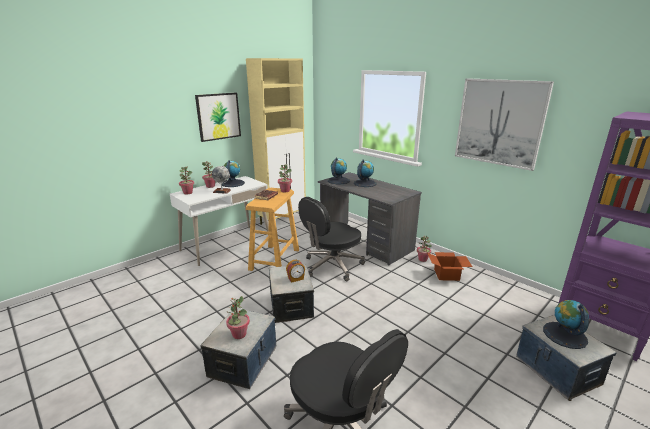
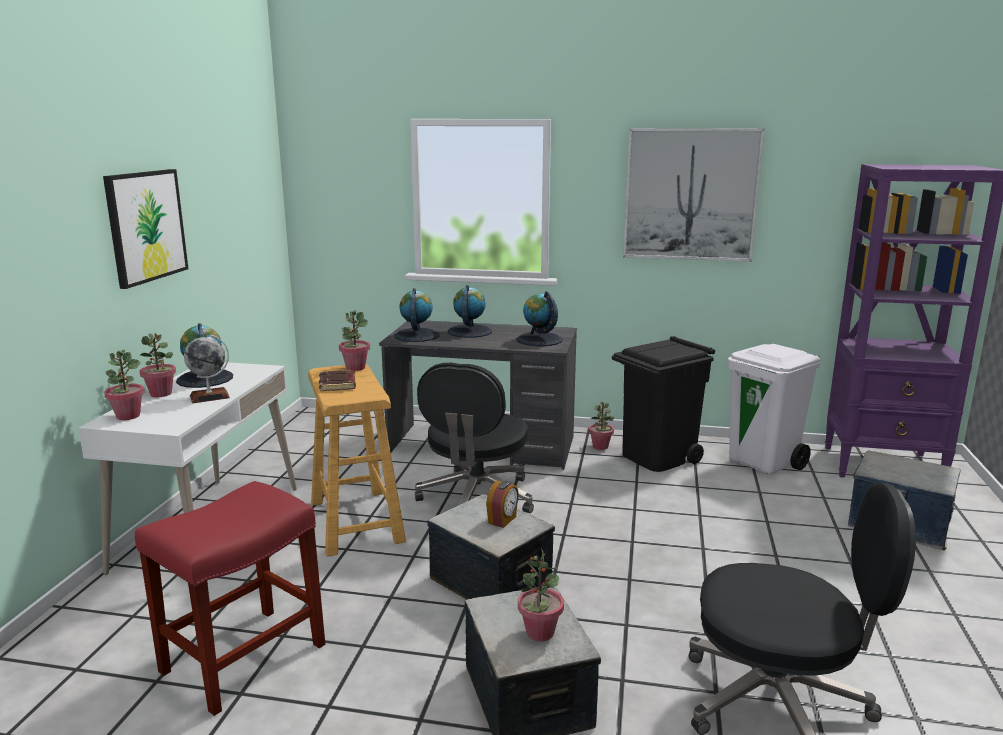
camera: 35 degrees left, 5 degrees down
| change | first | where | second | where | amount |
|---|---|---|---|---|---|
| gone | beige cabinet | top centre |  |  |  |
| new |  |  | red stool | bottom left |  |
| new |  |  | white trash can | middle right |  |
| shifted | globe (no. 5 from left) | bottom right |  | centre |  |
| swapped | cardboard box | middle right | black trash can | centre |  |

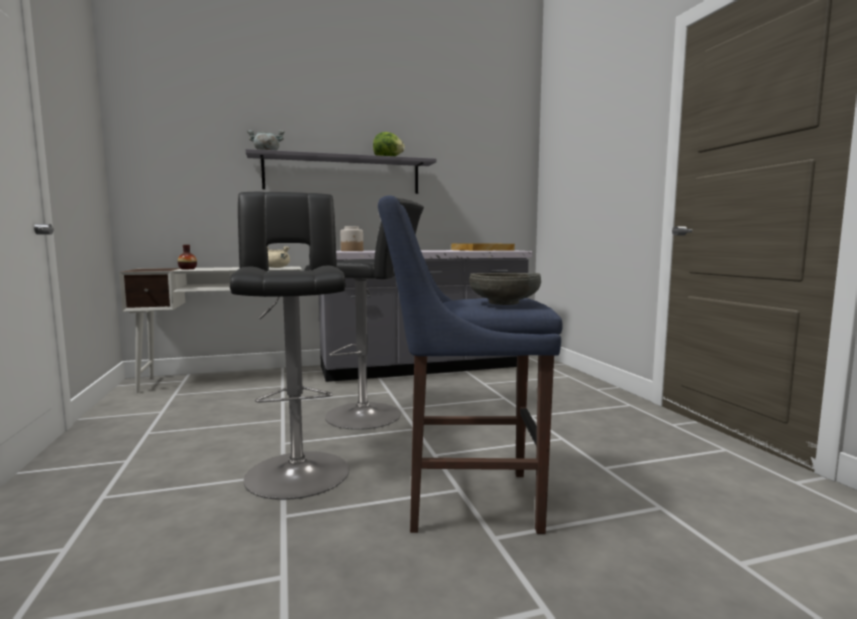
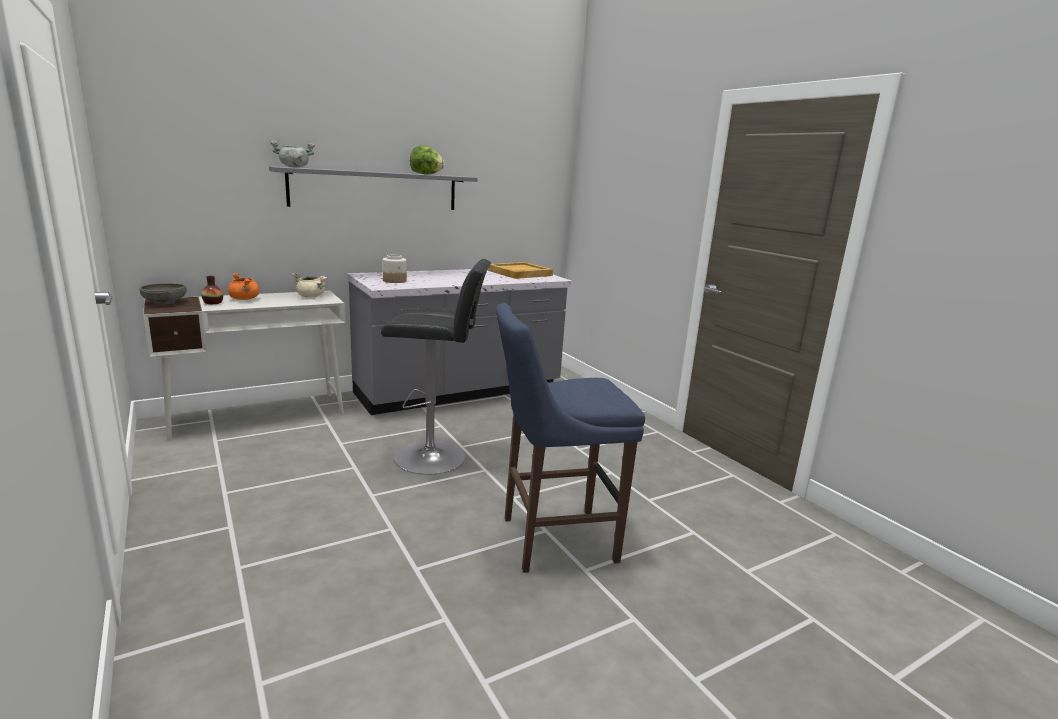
camera: 15 degrees left, 10 degrees up
| change | first | where | second | where | amount |
|---|---|---|---|---|---|
| gone | black stool (no. 1 from left) | centre |  |  |  |
| new |  |  | orange cooking pot | middle left |  |
| shifted | grey bowl | centre |  | middle left |  |

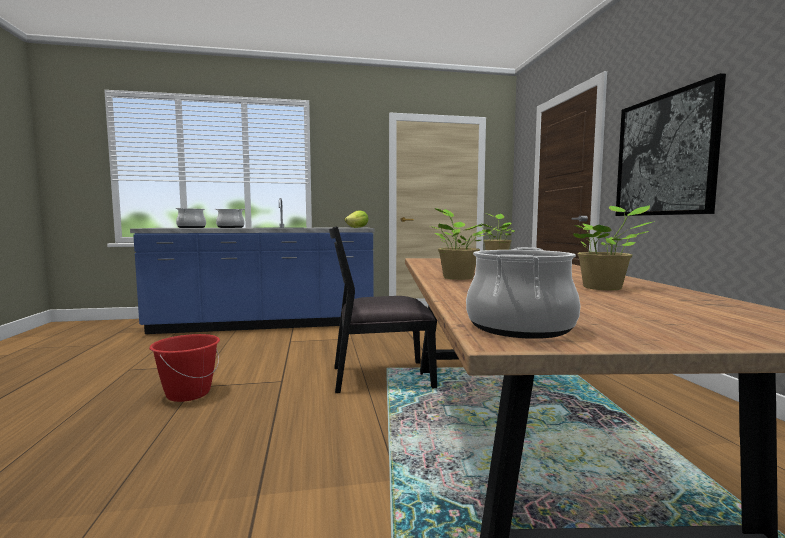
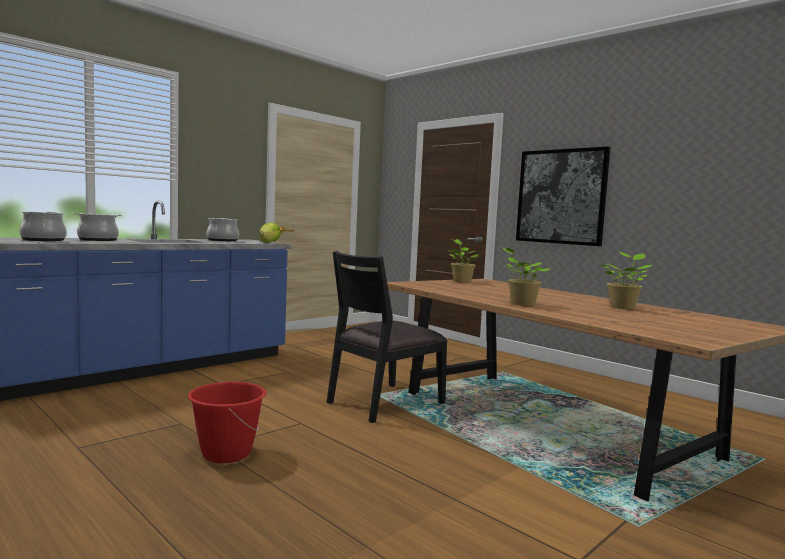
camera: 35 degrees left, 0 degrees up
| change | first | where | second | where | amount |
|---|---|---|---|---|---|
| shifted | cooking pot (no. 3 from left) | centre |  | middle left |  |

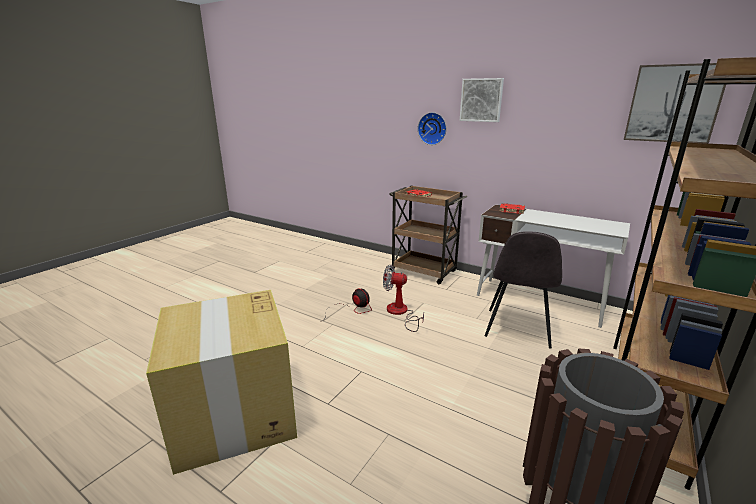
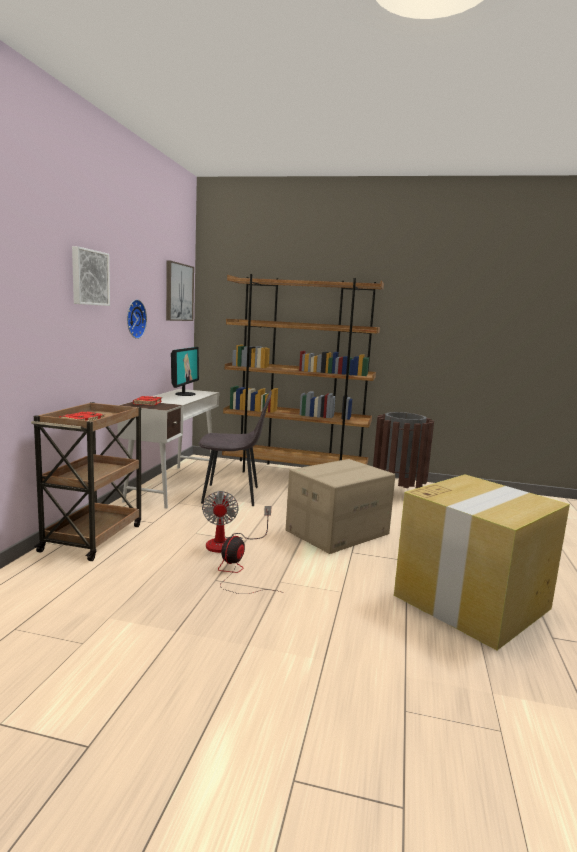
camera: 110 degrees left, 10 degrees down
| change | first | where | second | where | amount |
|---|---|---|---|---|---|
| new |  |  | monitor | middle left |  |
| new |  |  | cardboard box (no. 1 from left) | centre |  |
| shifted | wall clock | top centre |  | middle left |  |

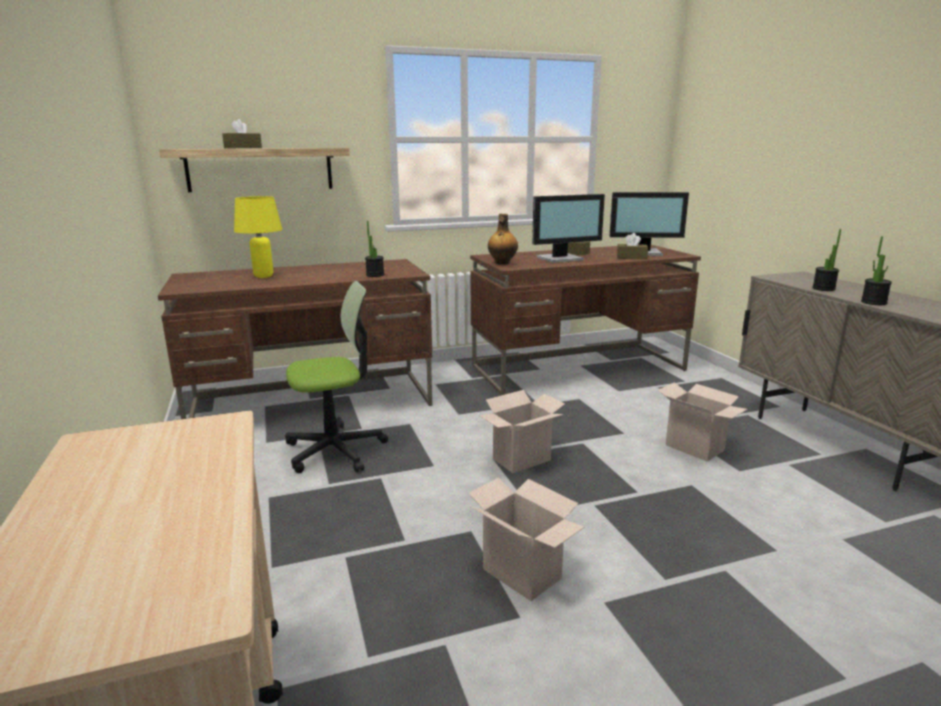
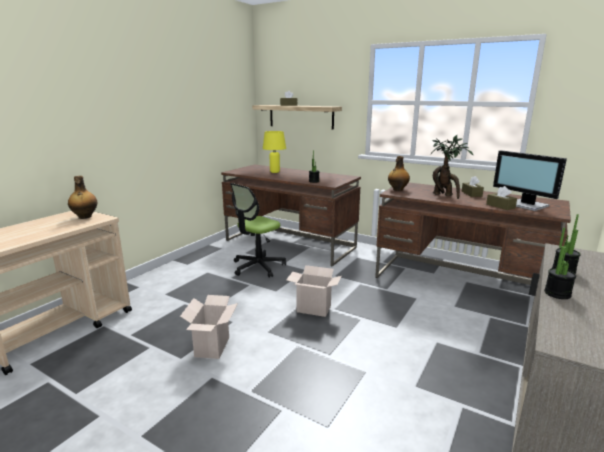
camera: 50 degrees right, 0 degrees up
| change | first | where | second | where | amount |
|---|---|---|---|---|---|
| gone | cardboard box (no. 3 from left) | middle right |  |  |  |
| new |  |  | bottle (no. 1 from left) | middle left |  |
| swapped | monitor (no. 1 from left) | top centre | potted plant (no. 2 from left) | middle right |  |
| rotated | office chair | centre |  | centre | 105 degrees clockwise |

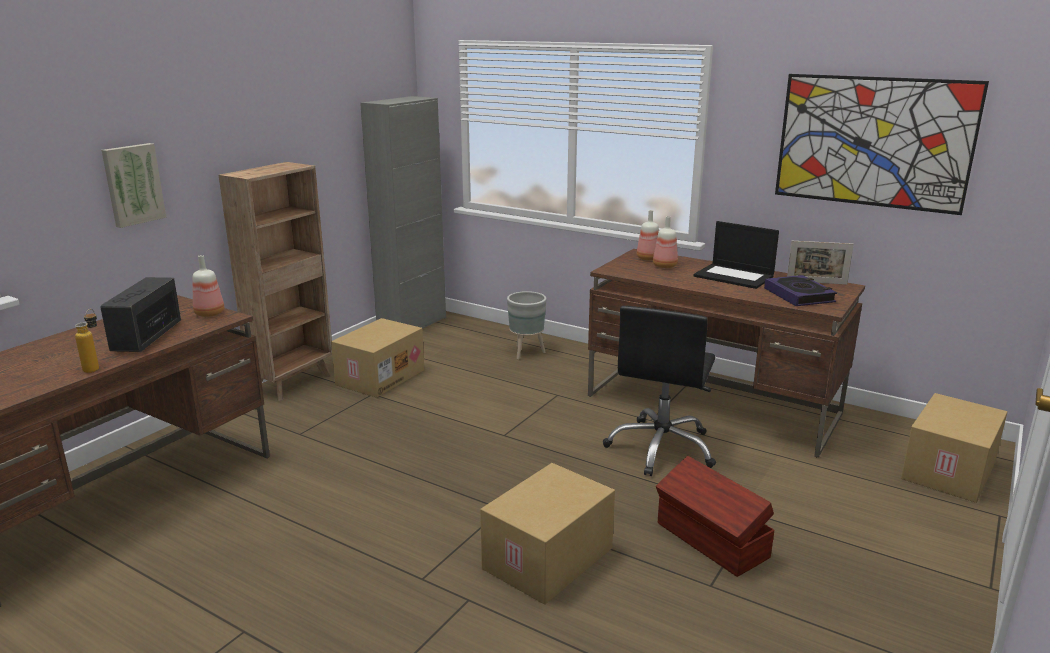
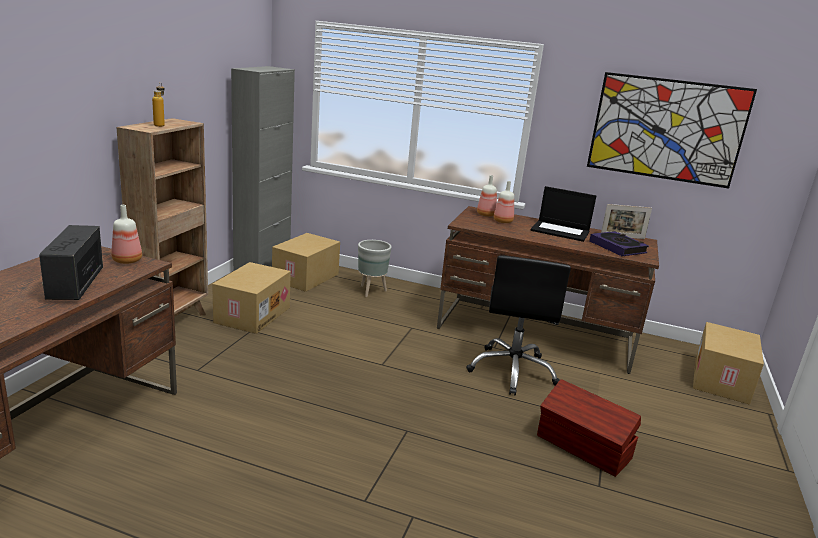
camera: 15 degrees left, 0 degrees up
| change | first | where | second | where | amount |
|---|---|---|---|---|---|
| gone | picture (no. 1 from left) | top left |  |  |  |
| shifted | bottle (no. 1 from left in the first image) | middle left | bottle (no. 2 from left) | top left |  |
| shifted | cardboard box (no. 2 from left) | bottom centre |  | centre |  |

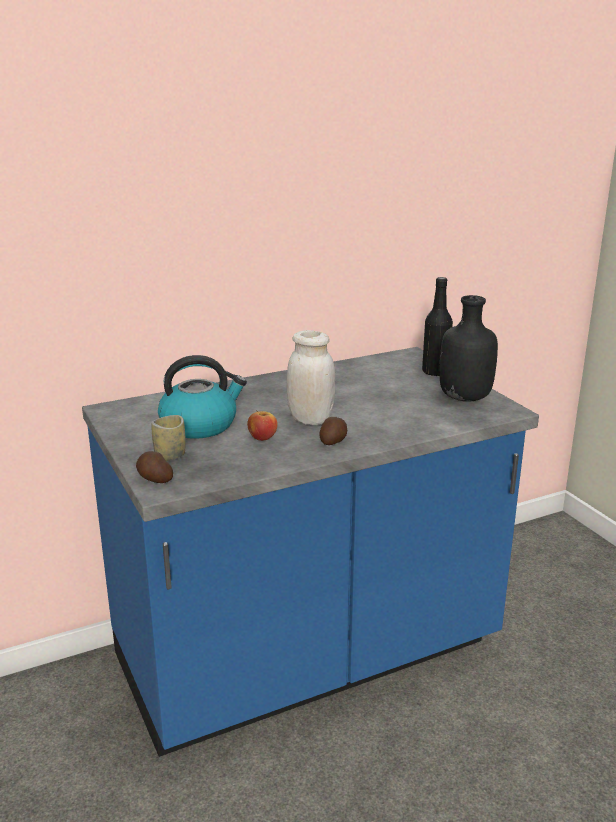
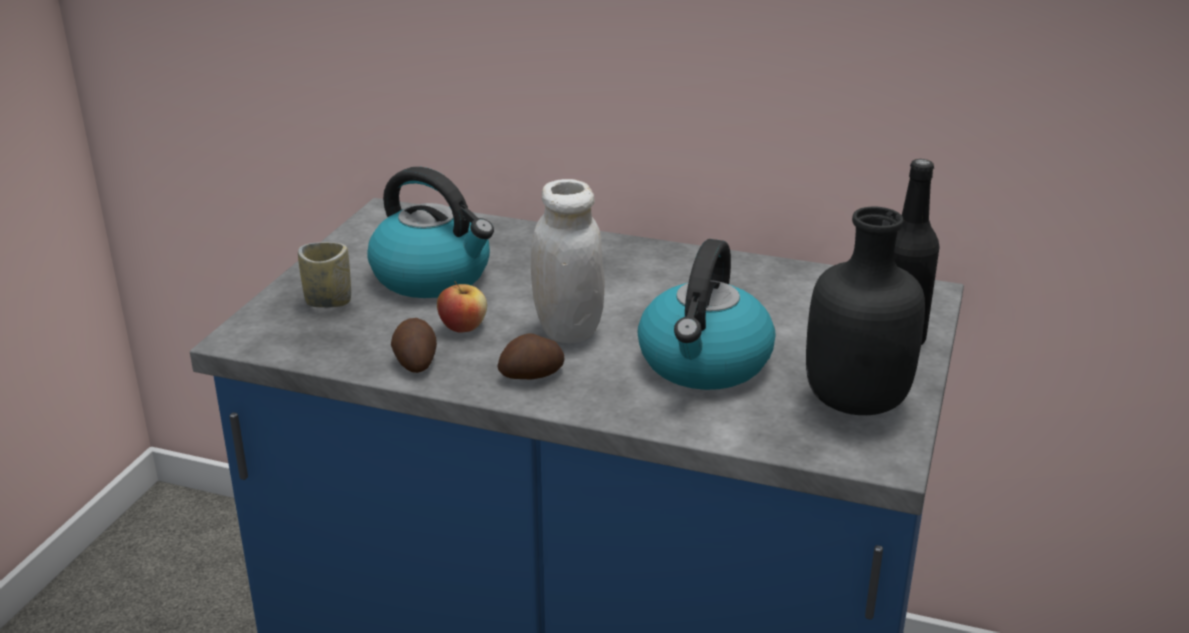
camera: 45 degrees right, 5 degrees up
| change | first | where | second | where | amount |
|---|---|---|---|---|---|
| new |  |  | kettle (no. 2 from left) | centre |  |
| shifted | potato (no. 1 from left) | middle left |  | centre |  |

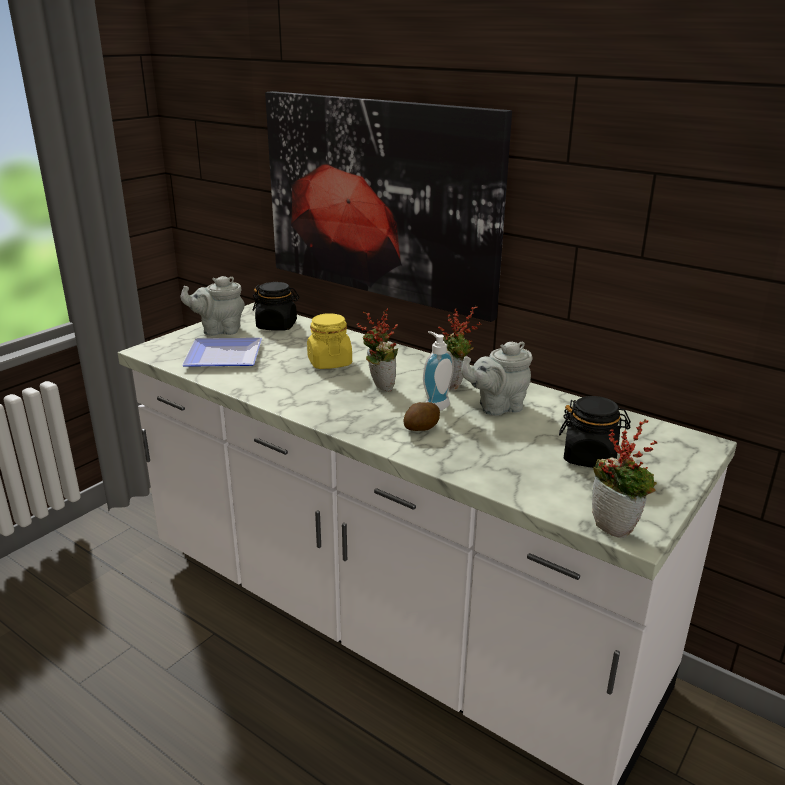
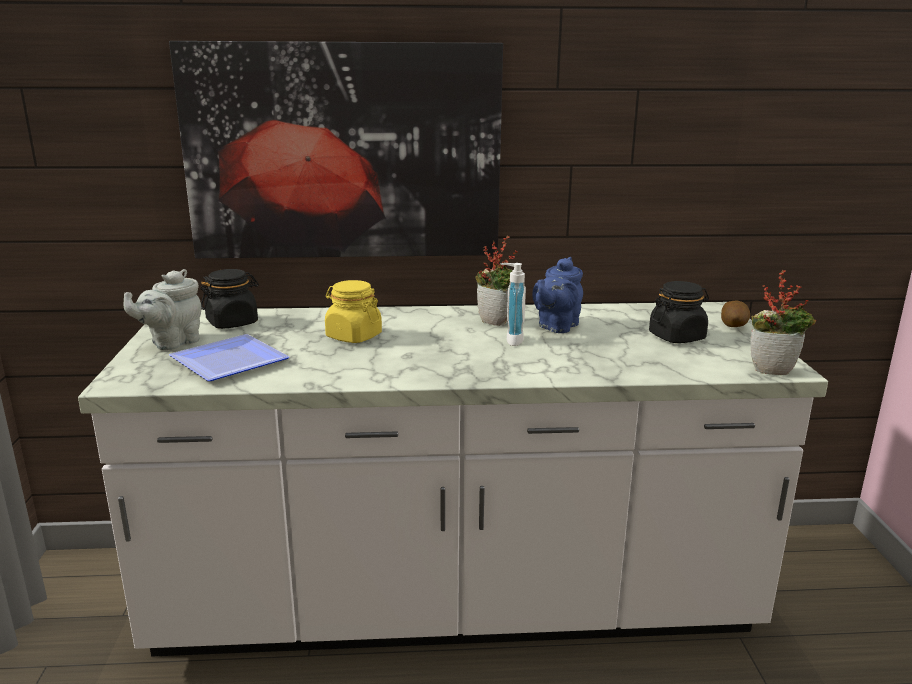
camera: 40 degrees left, 5 degrees down
| change | first | where | second | where | amount |
|---|---|---|---|---|---|
| gone | potted plant (no. 1 from left) | centre |  |  |  |
| shifted | potato | centre |  | middle right |  |
| repainted | grey teapot (no. 2 from left) | centre | blue teapot | centre |  |

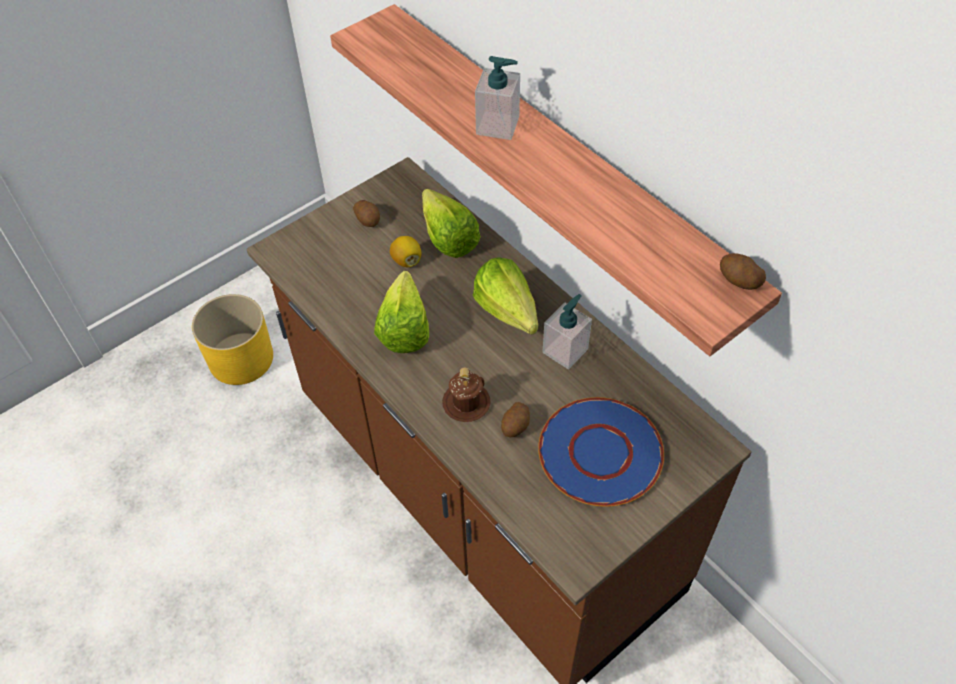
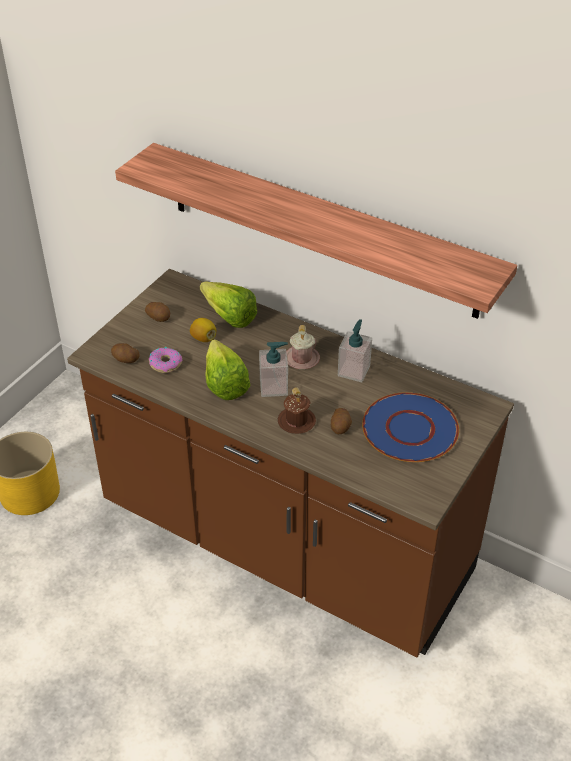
camera: 20 degrees left, 10 degrees down
| change | first | where | second | where | amount |
|---|---|---|---|---|---|
| new |  |  | donut | middle left |  |
| shifted | soap dispenser (no. 1 from left) | top centre |  | centre |  |
| shifted | potato (no. 3 from left in the first image) | middle right | potato (no. 1 from left) | middle left |  |
| swapped | lettuce (no. 3 from left) | centre | pink mug | centre |  |

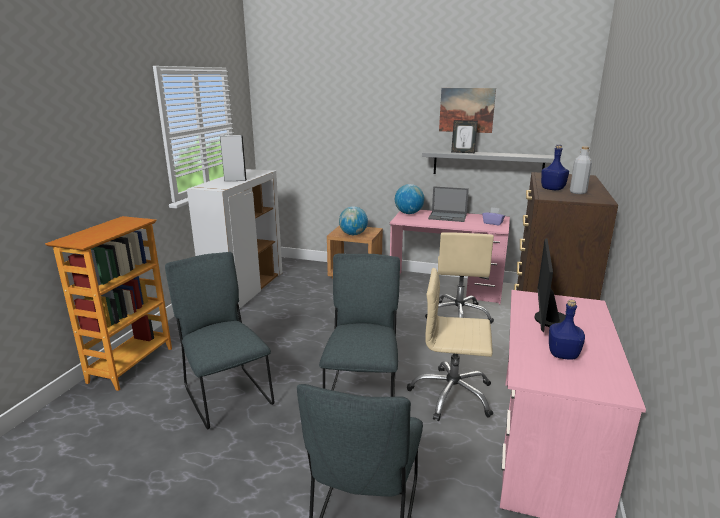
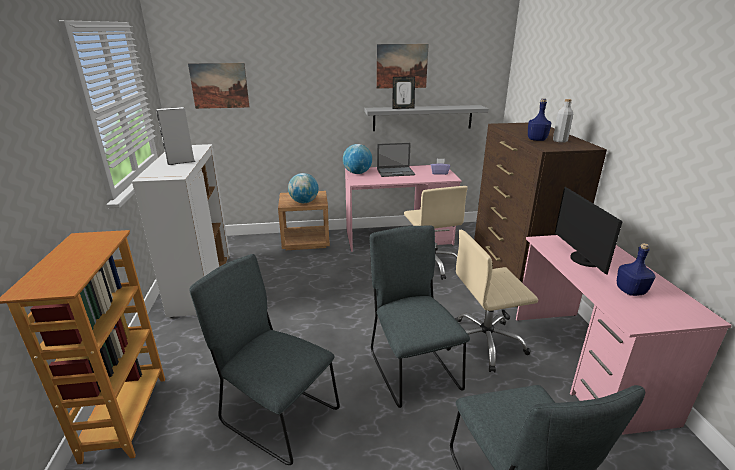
camera: 25 degrees left, 5 degrees up
| change | first | where | second | where | amount |
|---|---|---|---|---|---|
| new |  |  | picture (no. 1 from left) | top left |  |

